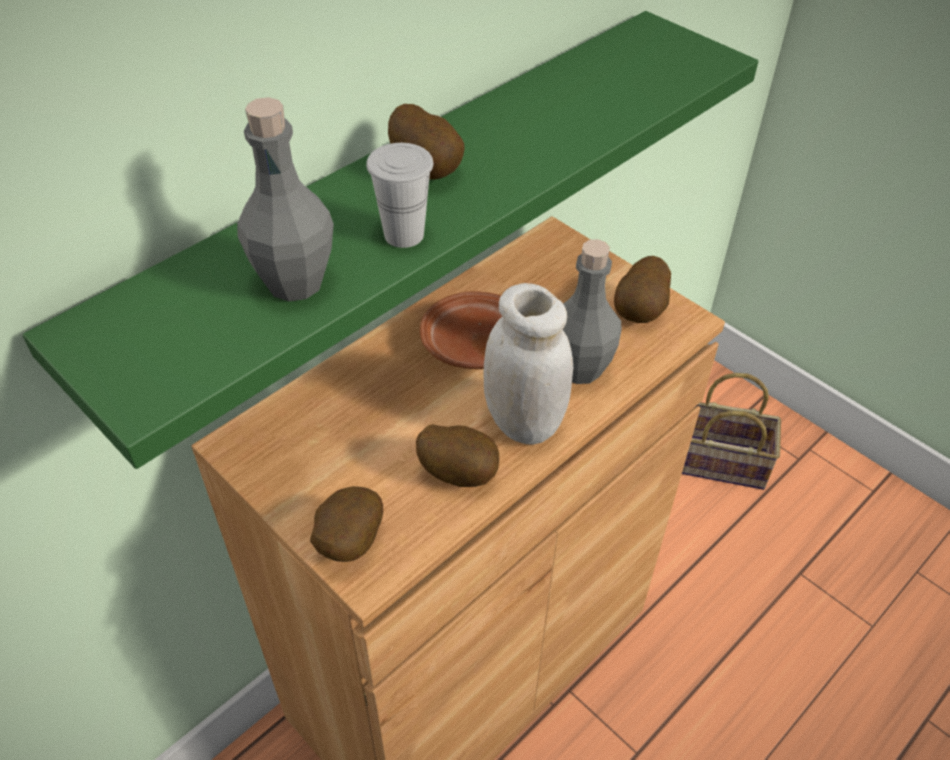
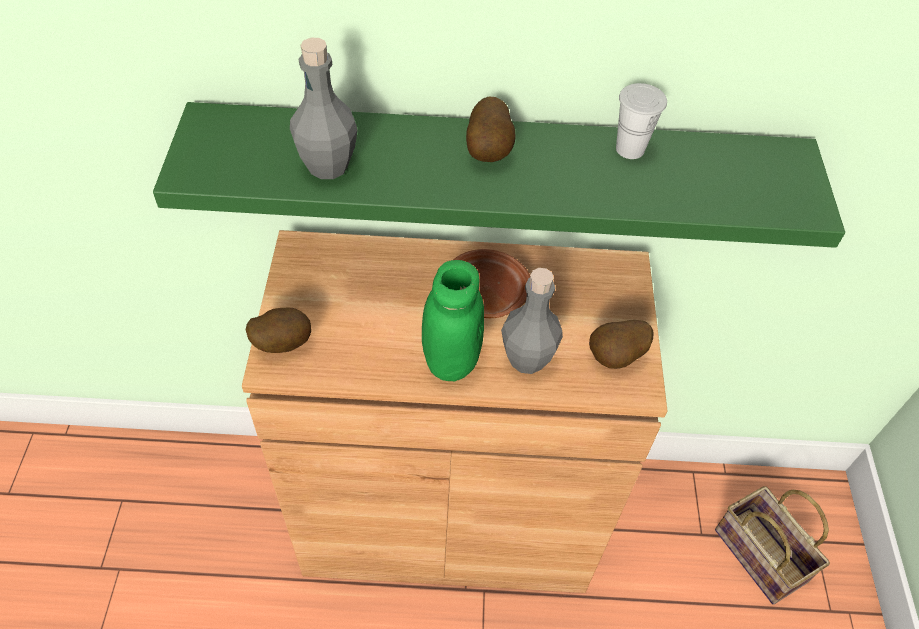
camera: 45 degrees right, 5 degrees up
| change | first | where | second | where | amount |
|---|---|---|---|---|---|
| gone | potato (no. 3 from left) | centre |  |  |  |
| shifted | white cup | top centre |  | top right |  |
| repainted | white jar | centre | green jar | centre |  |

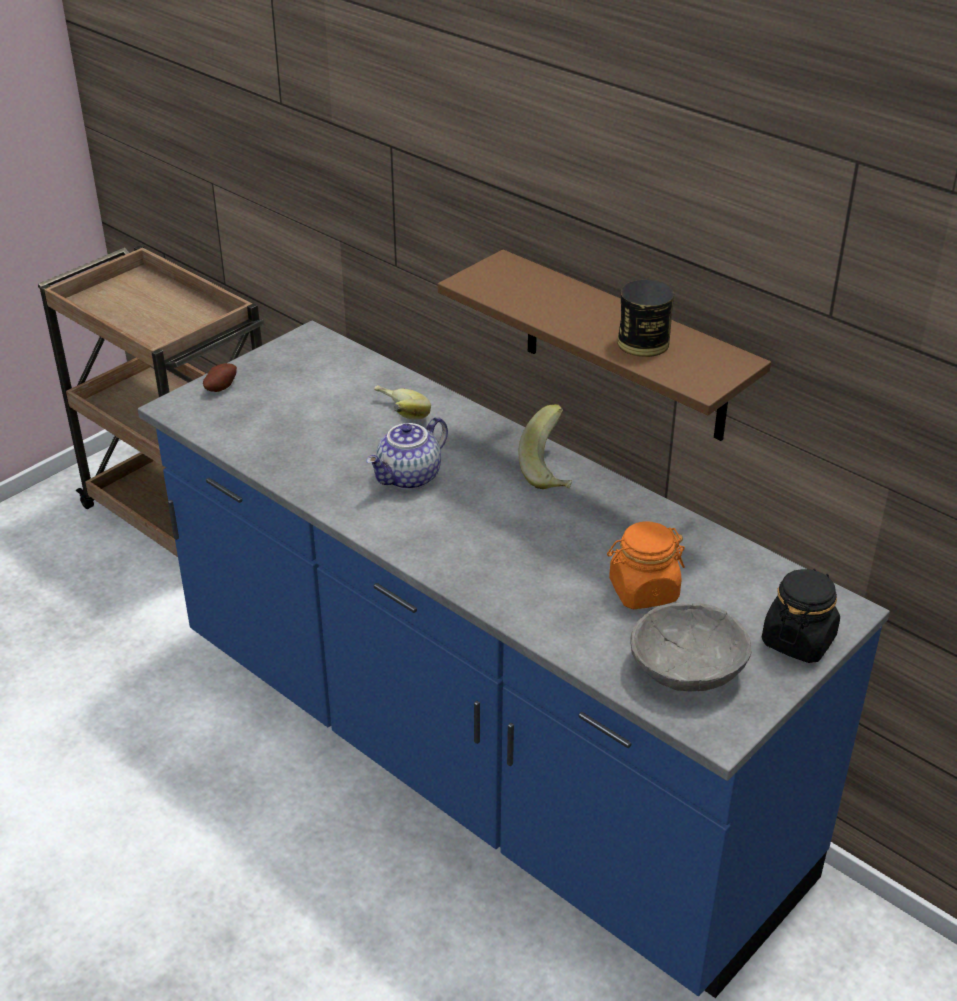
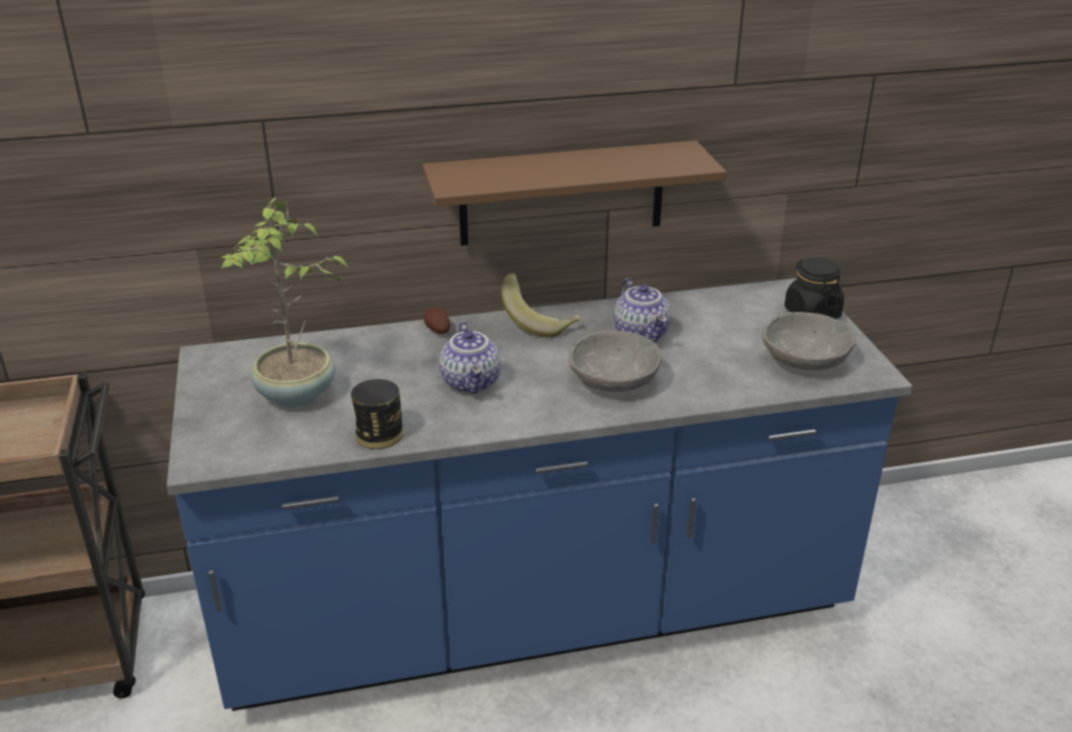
camera: 55 degrees left, 5 degrees down
| change | first | where | second | where | amount |
|---|---|---|---|---|---|
| gone | banana (no. 1 from left) | centre |  |  |  |
| gone | orange jar | middle right |  |  |  |
| new |  |  | potted plant | middle left |  |
| new |  |  | grey bowl (no. 1 from left) | centre |  |
| new |  |  | teapot (no. 2 from left) | centre |  |
| shifted | potato | middle left |  | centre |  |
| shifted | can | top right |  | centre |  |

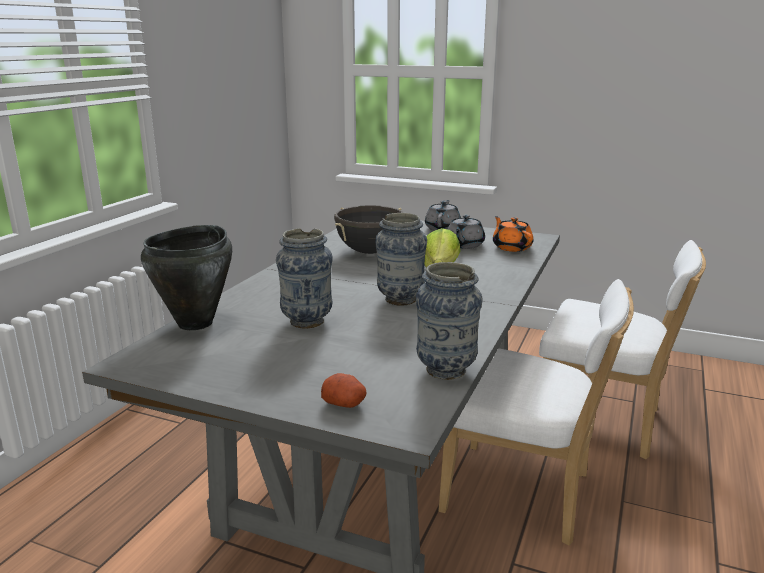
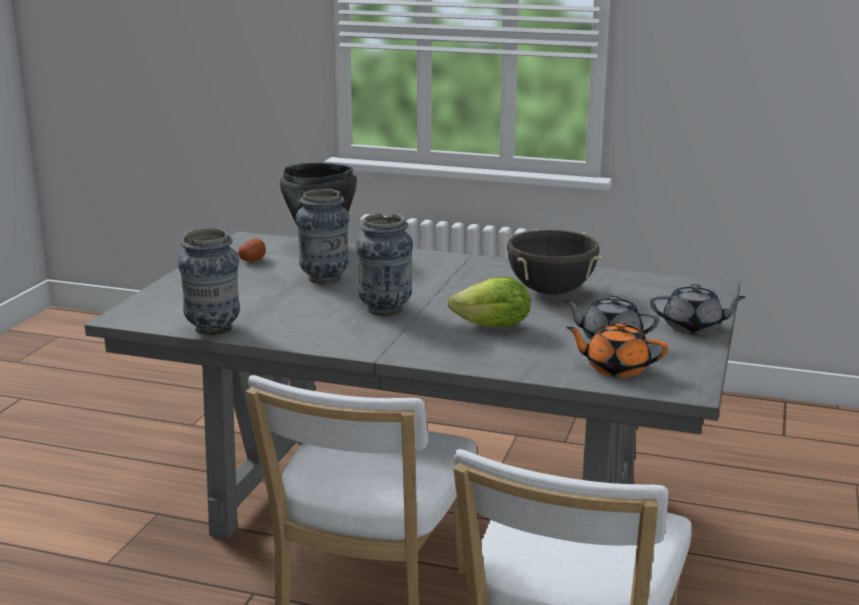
camera: 85 degrees right, 0 degrees up
| change | first | where | second | where | amount |
|---|---|---|---|---|---|
| shifted | potato | bottom centre |  | middle left |  |
| rotated | orange teapot | middle right |  | middle right | 135 degrees counterclockwise |

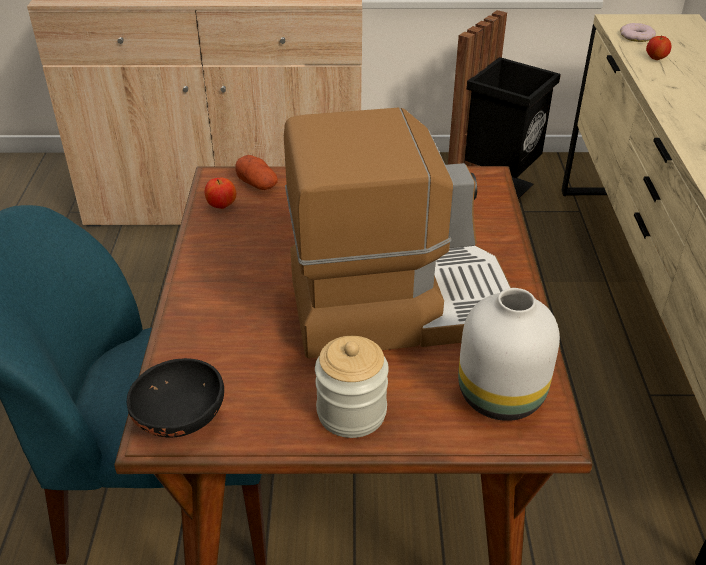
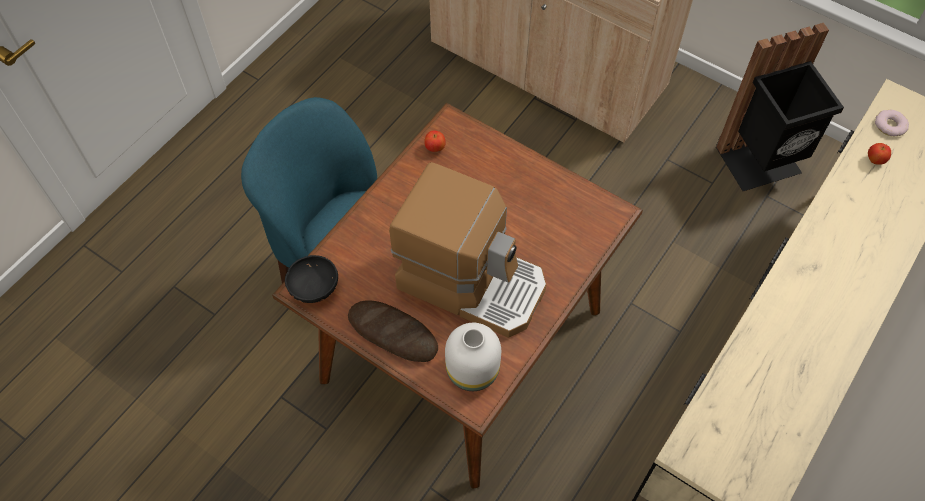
camera: 35 degrees right, 20 degrees up
| change | first | where | second | where | amount |
|---|---|---|---|---|---|
| gone | potato | top centre |  |  |  |
| swapped | jar | bottom centre | bread | centre |  |

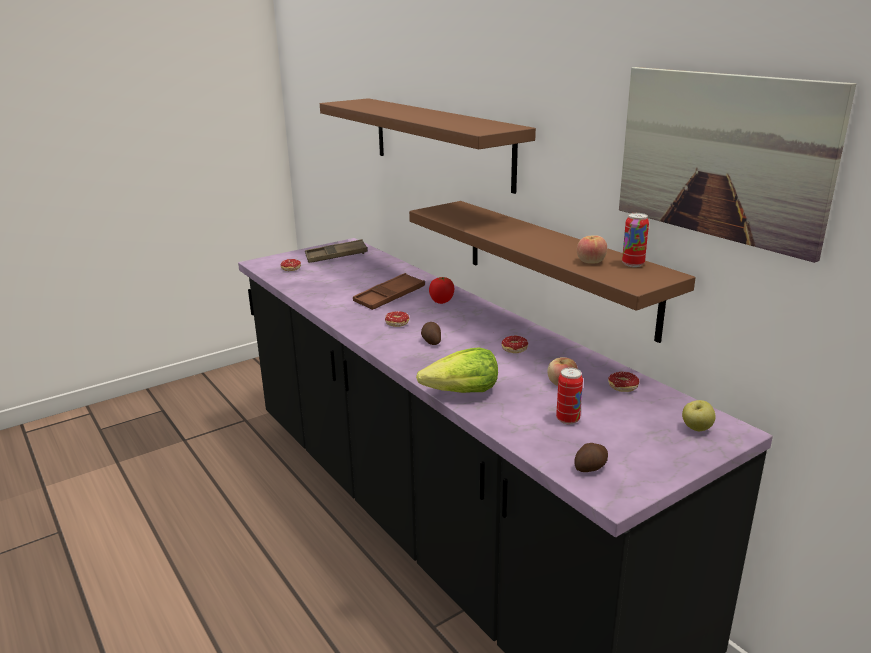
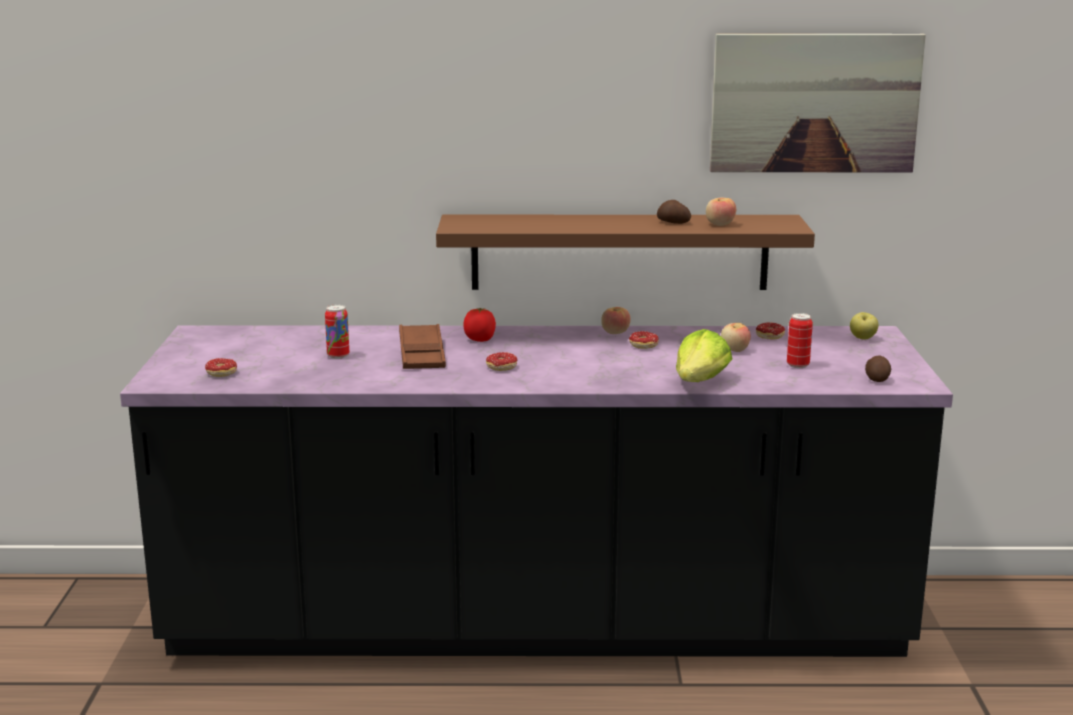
camera: 55 degrees left, 5 degrees down
| change | first | where | second | where | amount |
|---|---|---|---|---|---|
| gone | brown tray (no. 1 from left) | centre |  |  |  |
| gone | brown shelf (no. 1 from left) | top centre |  |  |  |
| new |  |  | apple (no. 1 from left) | centre |  |
| shifted | potato (no. 1 from left) | centre |  | top centre |  |
| shifted | can (no. 2 from left in the first image) | middle right | can (no. 1 from left) | middle left |  |

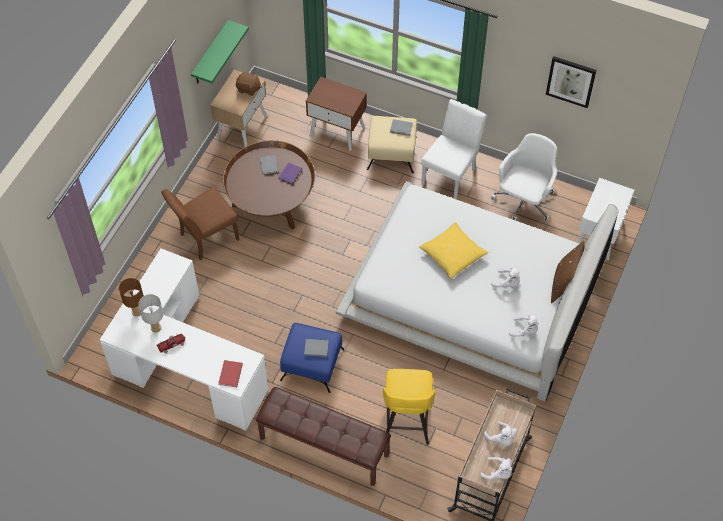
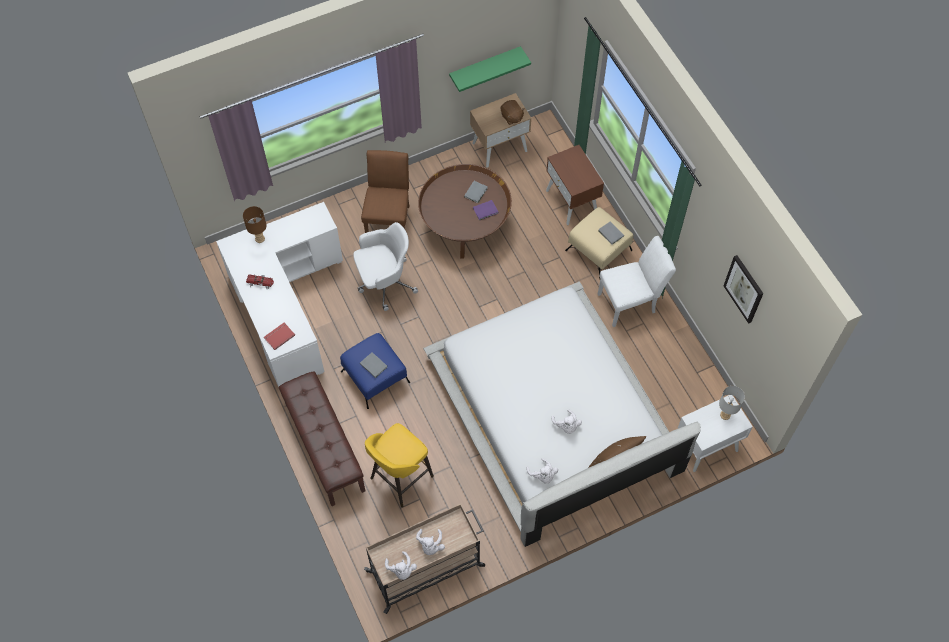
camera: 40 degrees right, 5 degrees up
| change | first | where | second | where | amount |
|---|---|---|---|---|---|
| gone | yellow pillow | centre |  |  |  |
| shifted | grey table lamp | middle left |  | middle right |  |
| shifted | white office chair | middle right |  | centre |  |
| rotated | brown chair | middle left |  | top centre | 90 degrees clockwise |

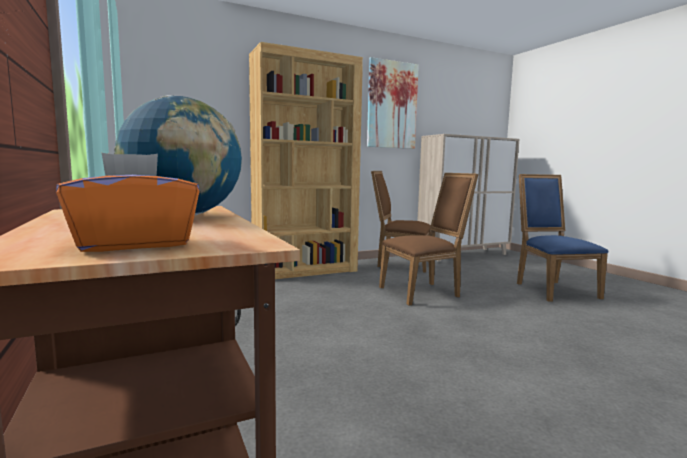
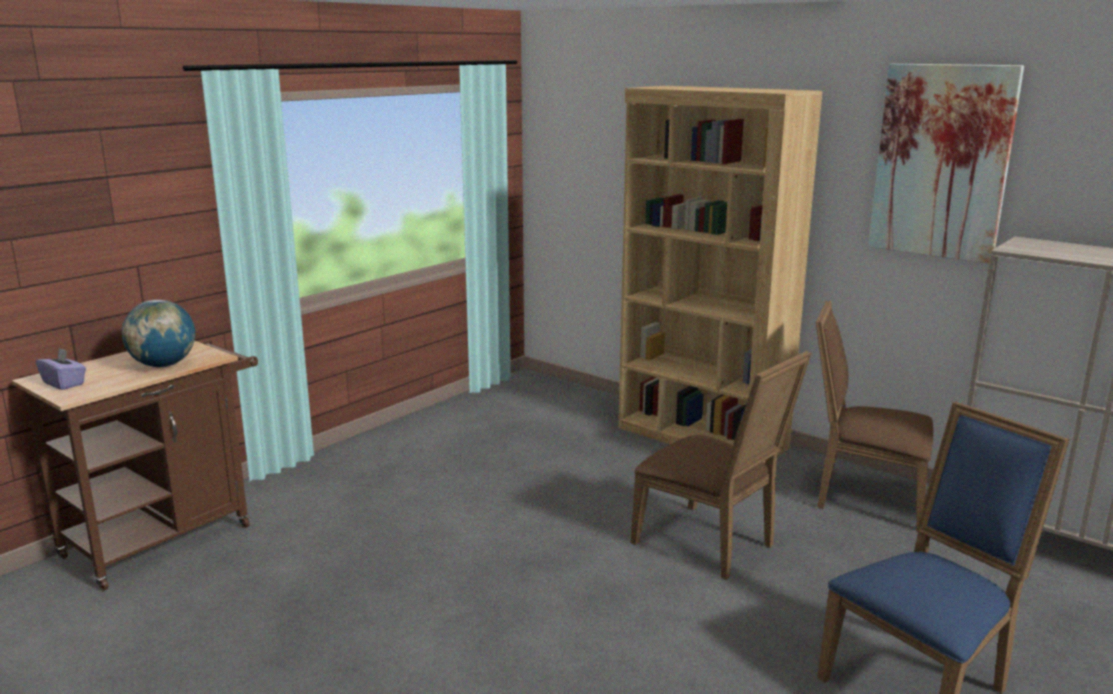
camera: 65 degrees right, 10 degrees up
| change | first | where | second | where | amount |
|---|---|---|---|---|---|
| repainted | orange tissue box | middle left | purple tissue box | middle left |  |
| rotated | brown chair (no. 1 from left in the first image) | centre | brown chair (no. 2 from left) | middle right | 60 degrees counterclockwise |

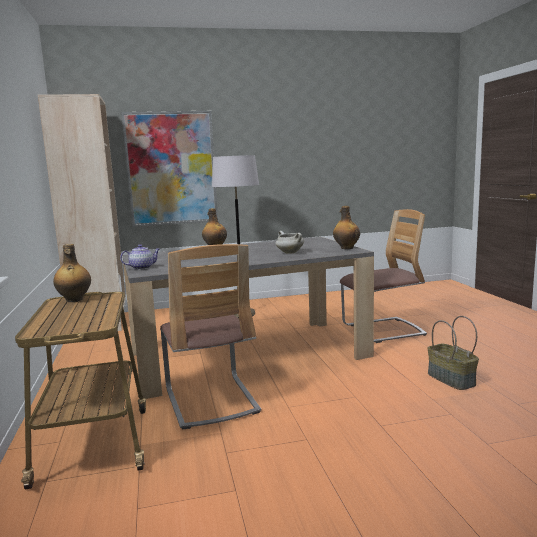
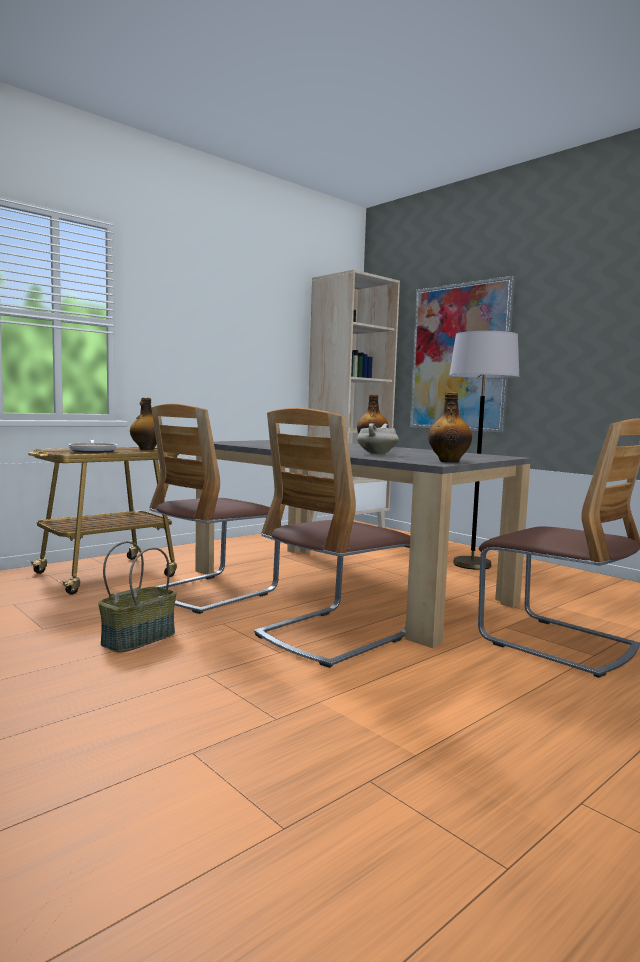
camera: 60 degrees right, 5 degrees down
| change | first | where | second | where | amount |
|---|---|---|---|---|---|
| gone | teapot | middle left |  |  |  |
| new |  |  | frying pan | middle left |  |
| new |  |  | chair (no. 2 from left) | centre |  |
| shifted | basket | middle right |  | middle left |  |

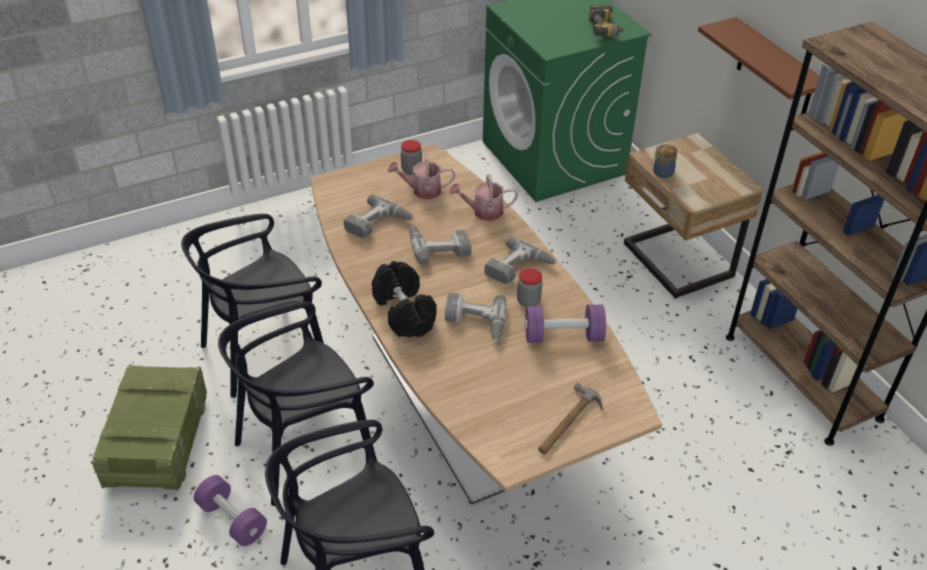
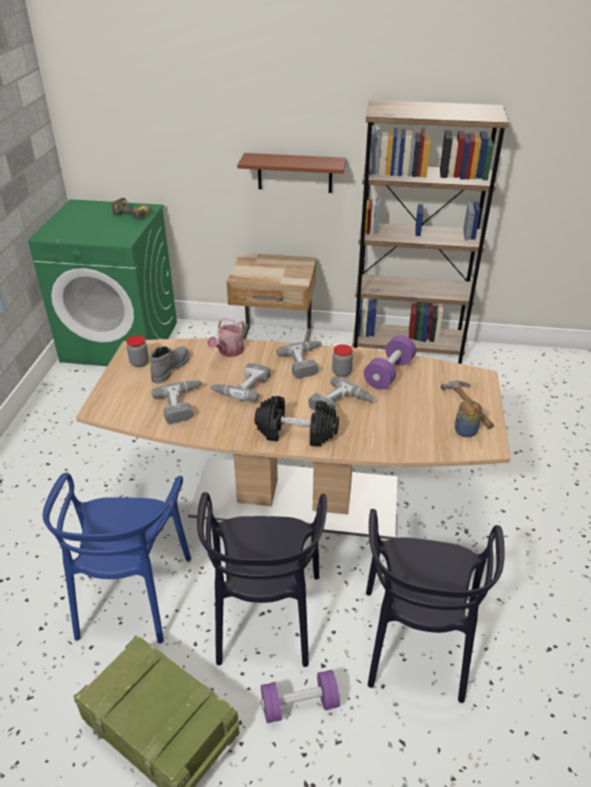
camera: 55 degrees left, 5 degrees down
| change | first | where | second | where | amount |
|---|---|---|---|---|---|
| shifted | jar (no. 3 from left) | top right |  | middle right |  |
| swapped | watering can (no. 1 from left) | top centre | grey boot | middle left |  |
| repainted | black chair (no. 1 from left) | middle left | blue chair | bottom left |  |

